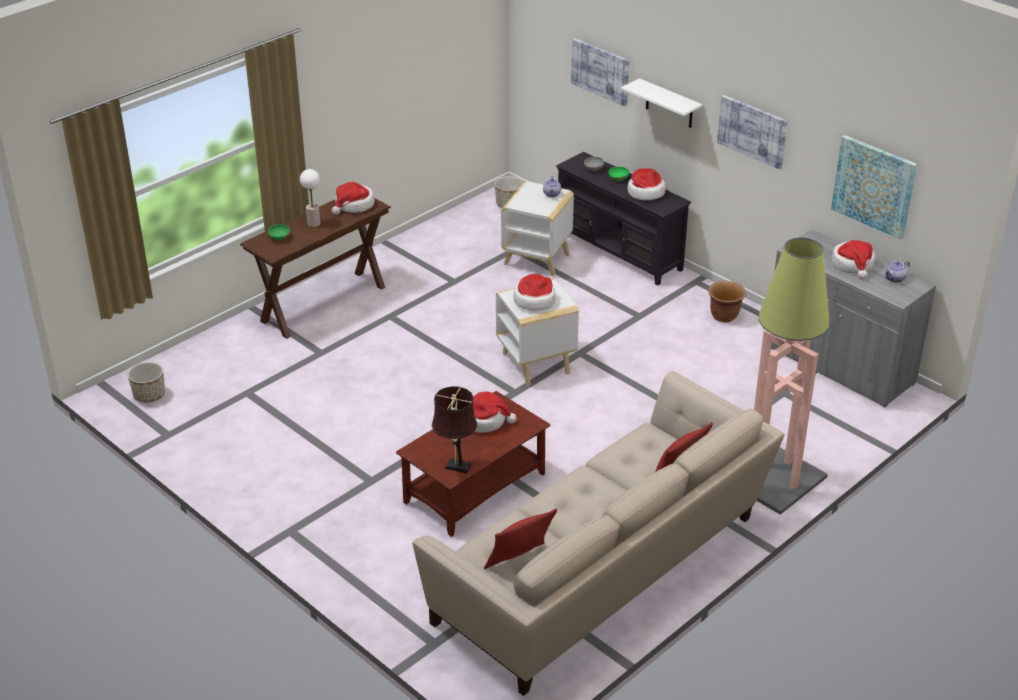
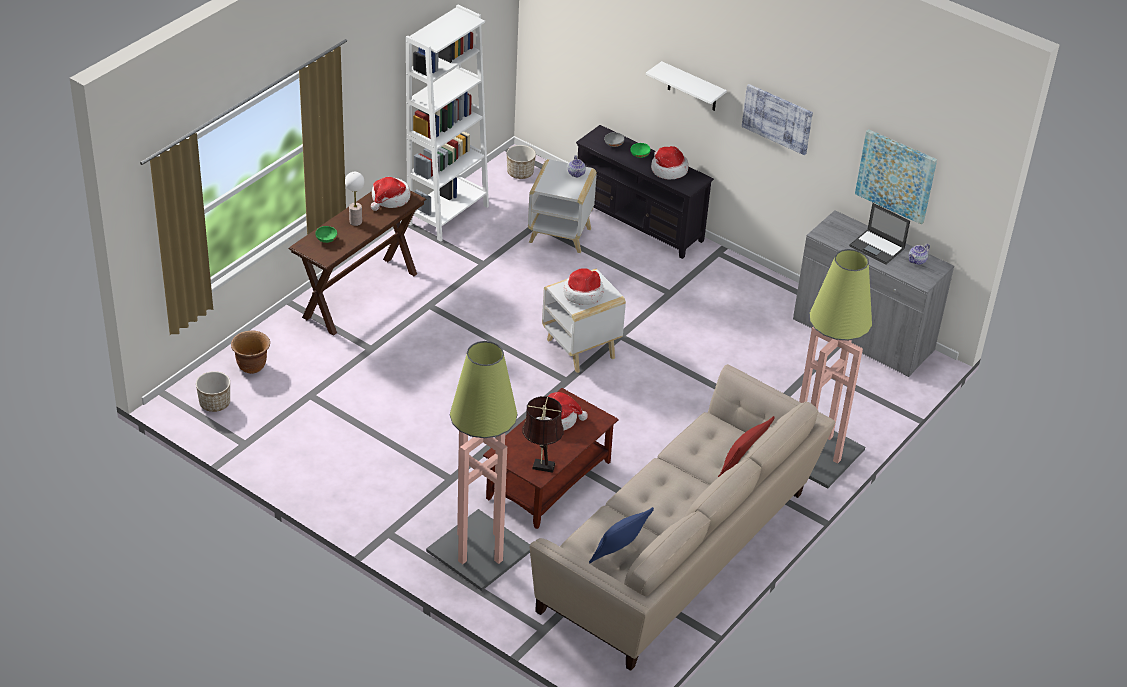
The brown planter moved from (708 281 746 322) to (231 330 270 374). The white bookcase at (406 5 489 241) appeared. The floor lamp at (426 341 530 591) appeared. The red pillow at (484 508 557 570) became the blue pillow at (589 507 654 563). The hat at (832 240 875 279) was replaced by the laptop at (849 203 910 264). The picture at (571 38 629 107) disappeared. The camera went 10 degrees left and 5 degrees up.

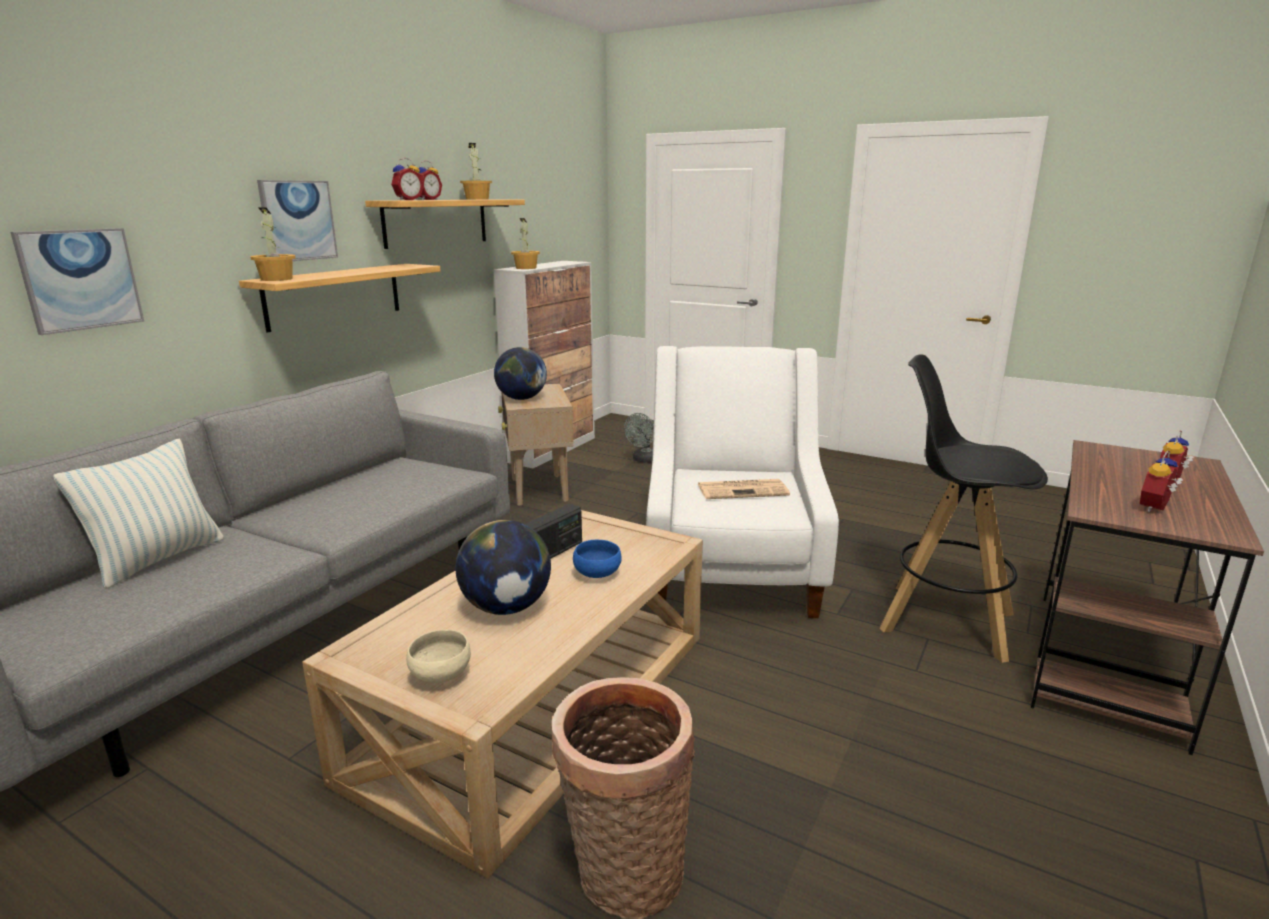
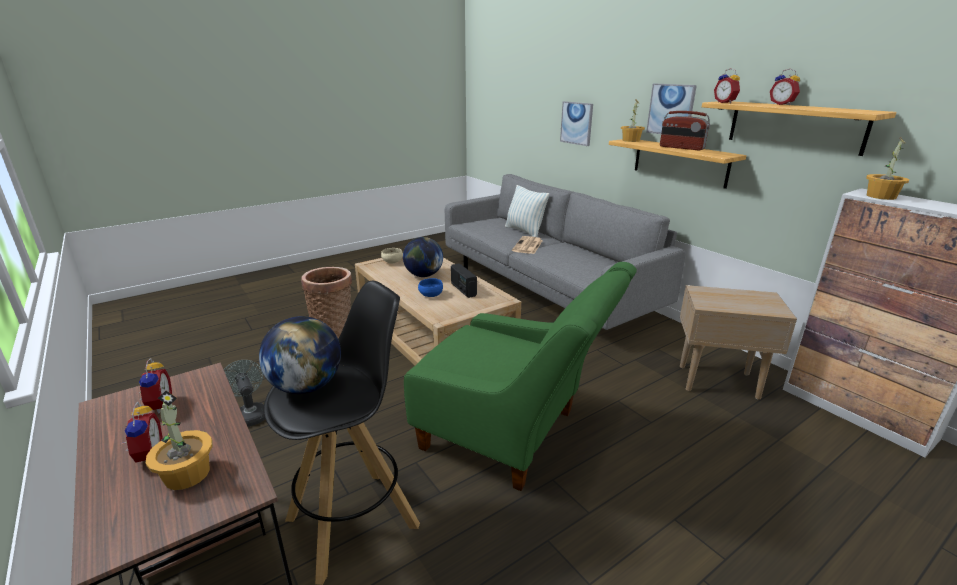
The potted plant moved from (460 143 492 200) to (146 391 213 490). The grey fan moved from (624 413 654 463) to (224 360 265 427). The globe moved from (494 347 547 400) to (259 316 341 394). The white armchair at (646 346 839 618) became the green armchair at (404 262 637 491). The newspaper moved from (698 479 790 499) to (512 236 543 254). The radio at (660 111 710 150) appeared. The camera went 115 degrees right and 5 degrees up.

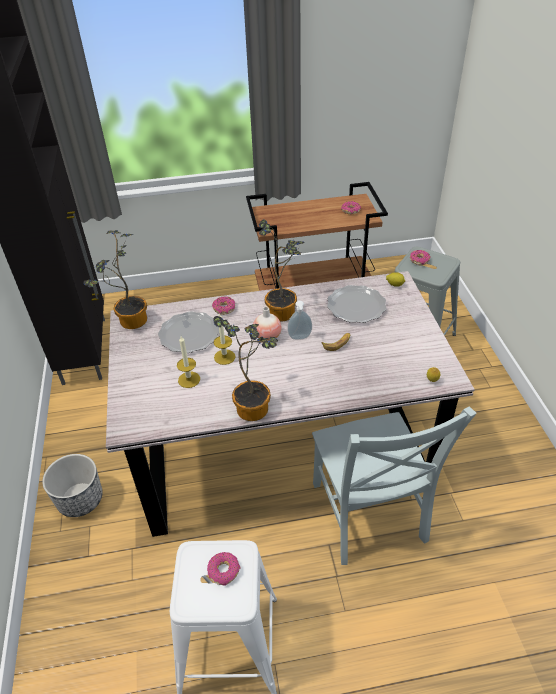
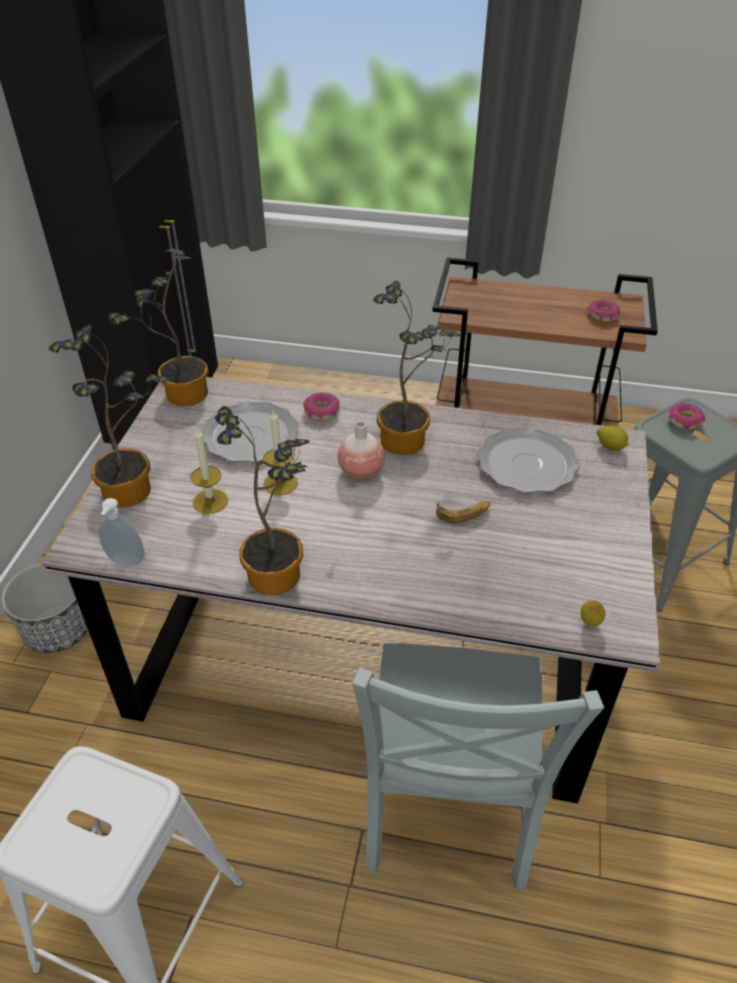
The potted plant at (49 324 169 508) appeared. The soap dispenser moved from (287 301 312 340) to (99 498 144 566). The donut at (207 552 241 586) disappeared. The camera went 20 degrees right and 0 degrees up.

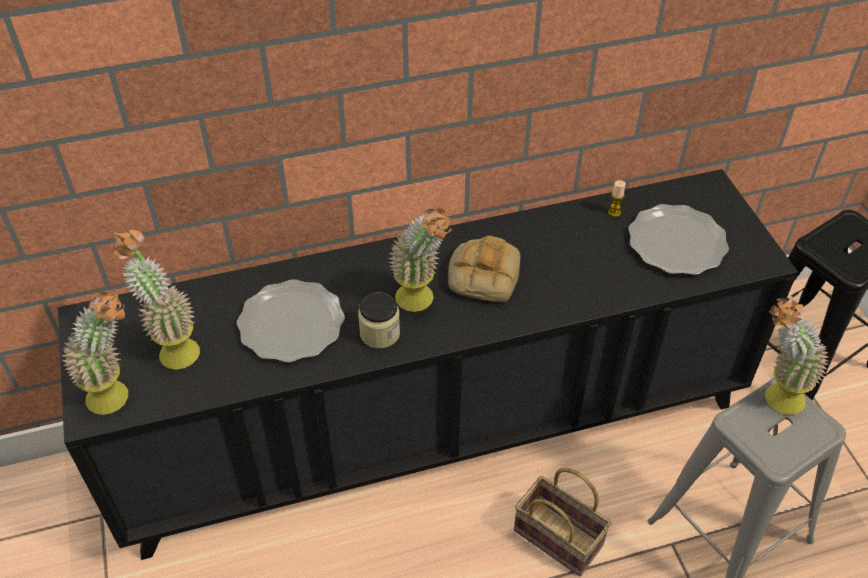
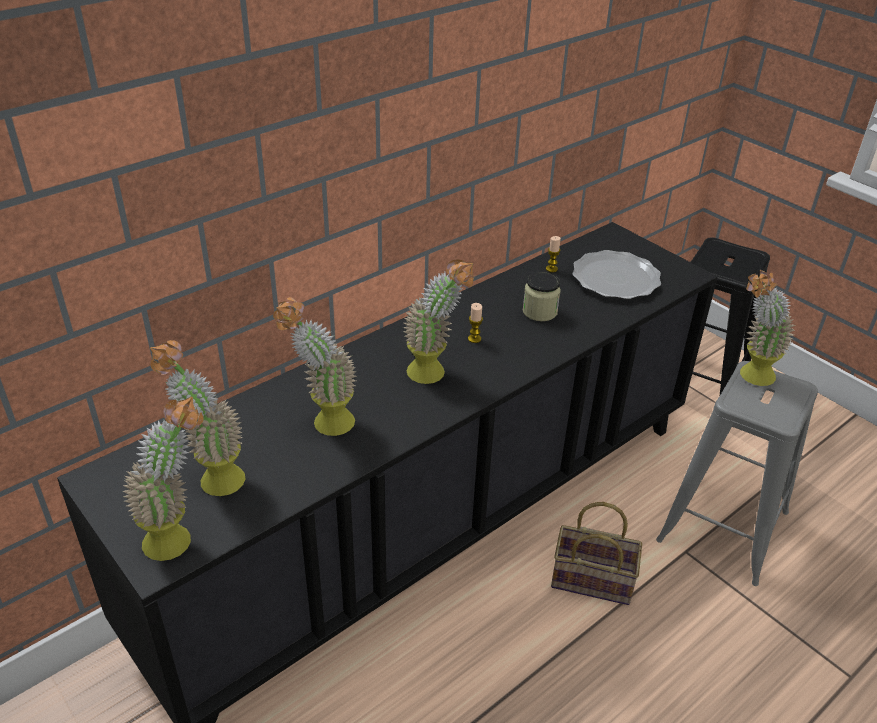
The plate at (237 279 345 363) was replaced by the potted plant at (273 297 357 436). The bread at (448 236 520 302) was replaced by the candle at (468 303 483 343). The jar moved from (358 293 400 348) to (523 272 561 321). The camera went 25 degrees left and 10 degrees down.

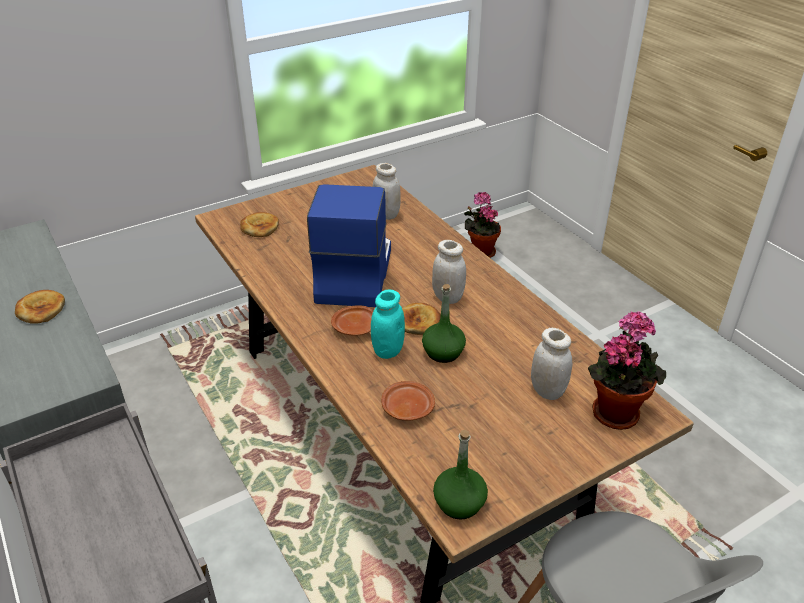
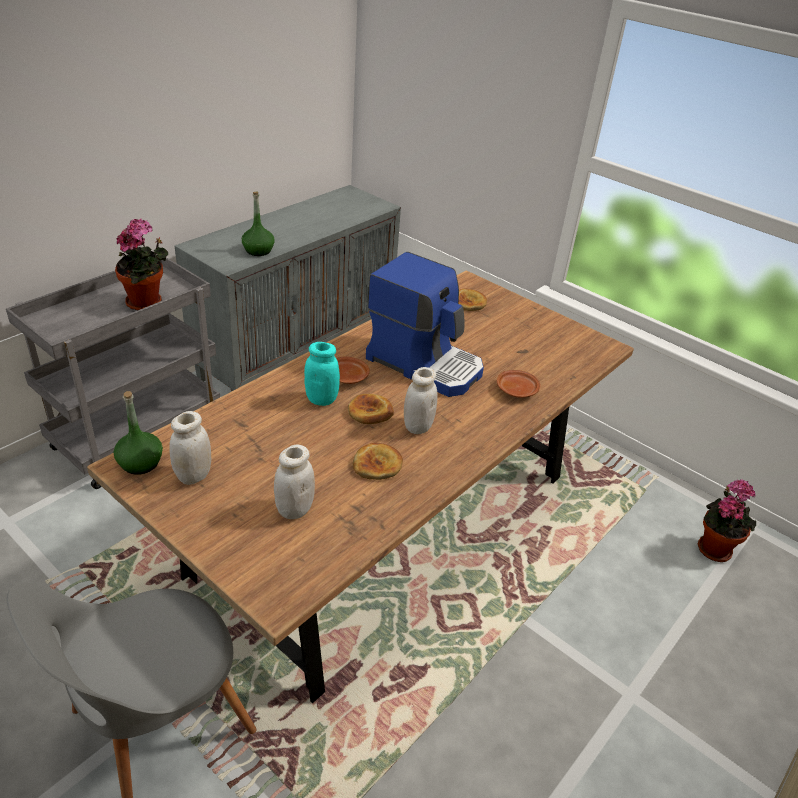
The potted plant moved from (588 311 666 430) to (115 219 168 310). The white jar moved from (372 163 401 220) to (169 411 211 485). The green bottle moved from (422 284 466 363) to (242 192 275 256). The bread moved from (15 290 65 323) to (353 443 403 480). The coffee machine at (307 184 391 307) turned 45 degrees clockwise. The brown plate moved from (381 381 435 420) to (497 370 541 398). The camera went 70 degrees right and 0 degrees up.

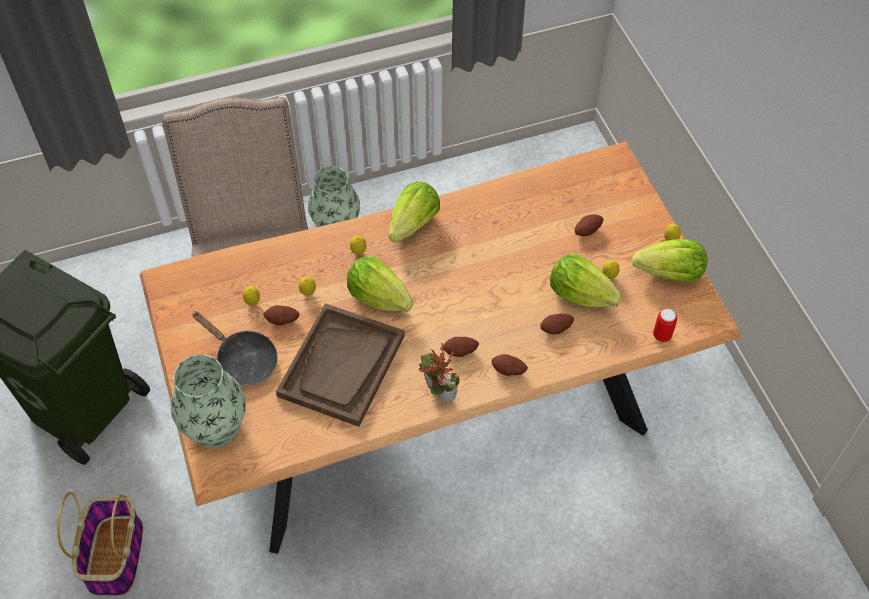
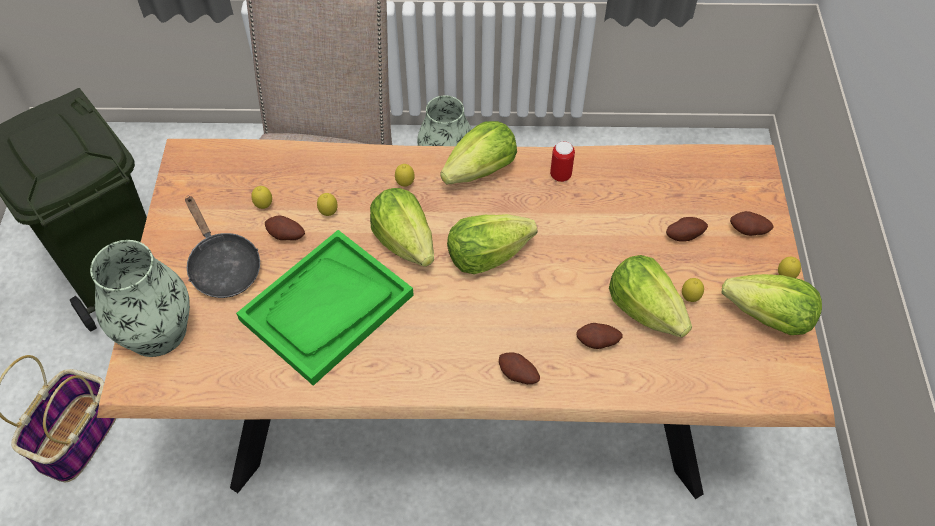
The brown tray at (276 303 405 427) became the green tray at (236 230 413 386). The lettuce at (447 214 537 274) appeared. The can moved from (653 309 677 342) to (550 141 575 182). The potato moved from (443 337 479 357) to (730 211 774 236). The potted plant at (419 343 460 402) disappeared. The camera went 20 degrees right and 0 degrees up.

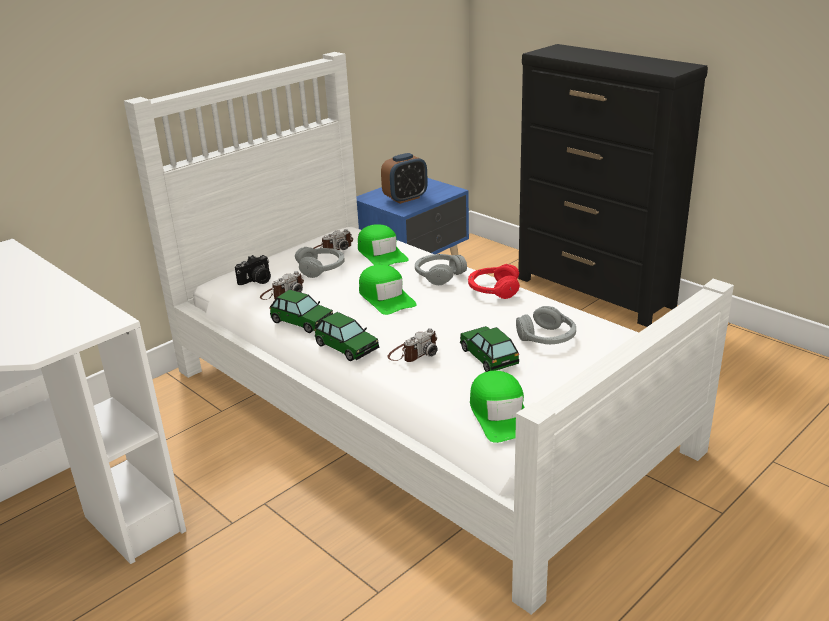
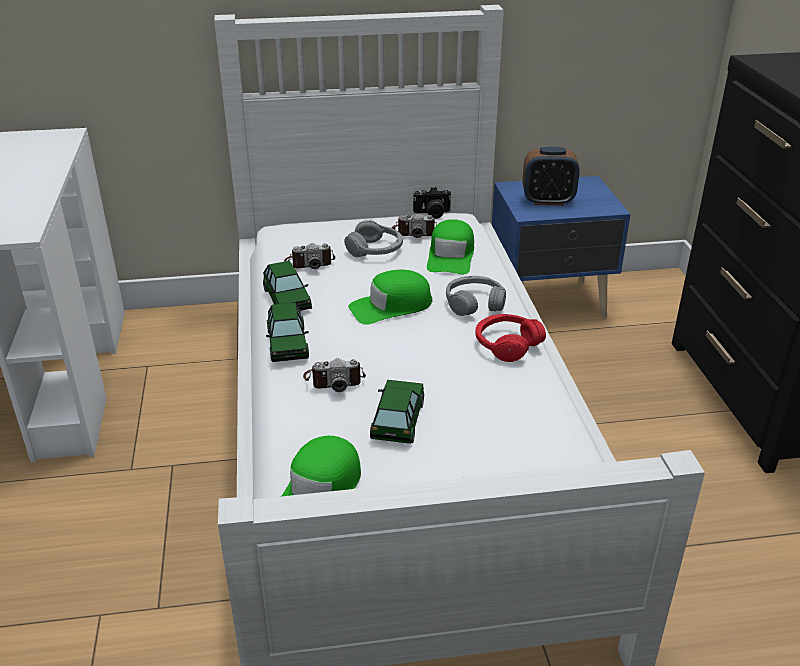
The green cap at (359 265 417 315) turned 60 degrees clockwise. The photo camera moved from (235 255 271 285) to (413 187 451 219). The grey headphones at (516 306 576 344) disappeared. The camera went 35 degrees right and 5 degrees up.

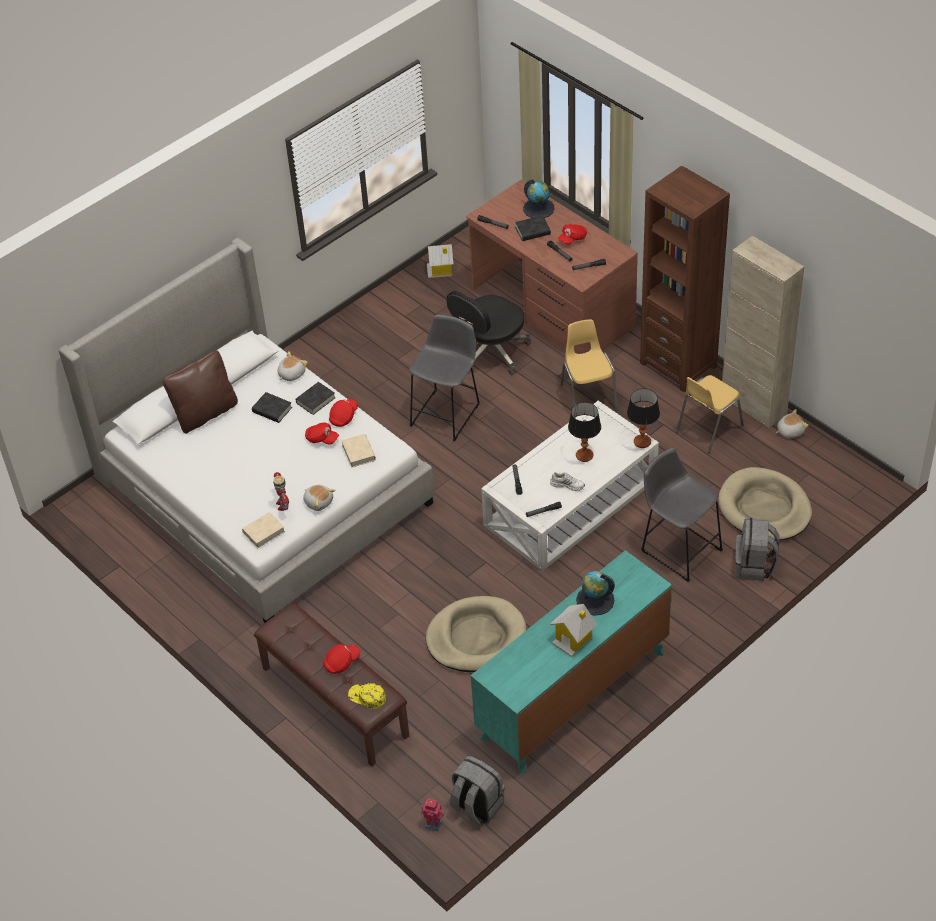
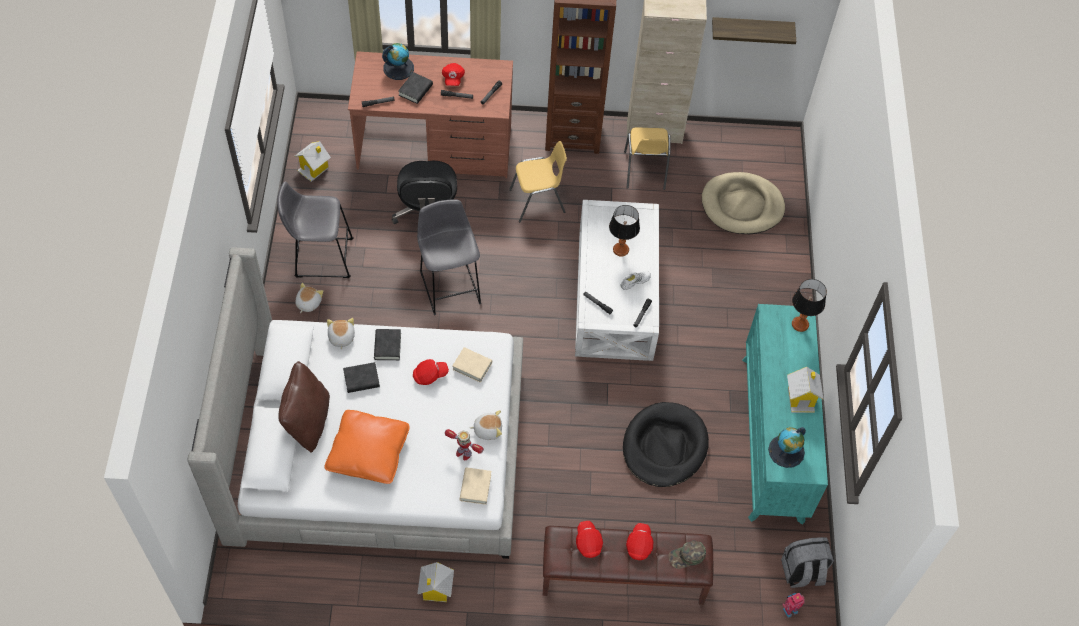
The grey stool moved from (641 448 723 582) to (277 181 354 278). The plush toy moved from (776 409 809 438) to (295 283 323 313). The orange pillow at (325 410 410 484) appeared. The toy house at (417 562 454 602) appeared. The yellow chair at (560 319 618 411) turned 135 degrees clockwise. The red cap moved from (329 399 358 427) to (576 521 603 558). The beige dog bed at (426 596 526 672) became the black dog bed at (623 402 709 487). The yellow cap at (348 683 386 709) became the green cap at (668 540 706 569). The shelf at (712 17 796 44) appeared. The globe moved from (576 571 615 616) to (768 427 806 468). The table lamp moved from (627 388 660 448) to (792 279 827 332). The grey backpack at (735 518 779 581) disappeared. The camera went 50 degrees left and 10 degrees up.

